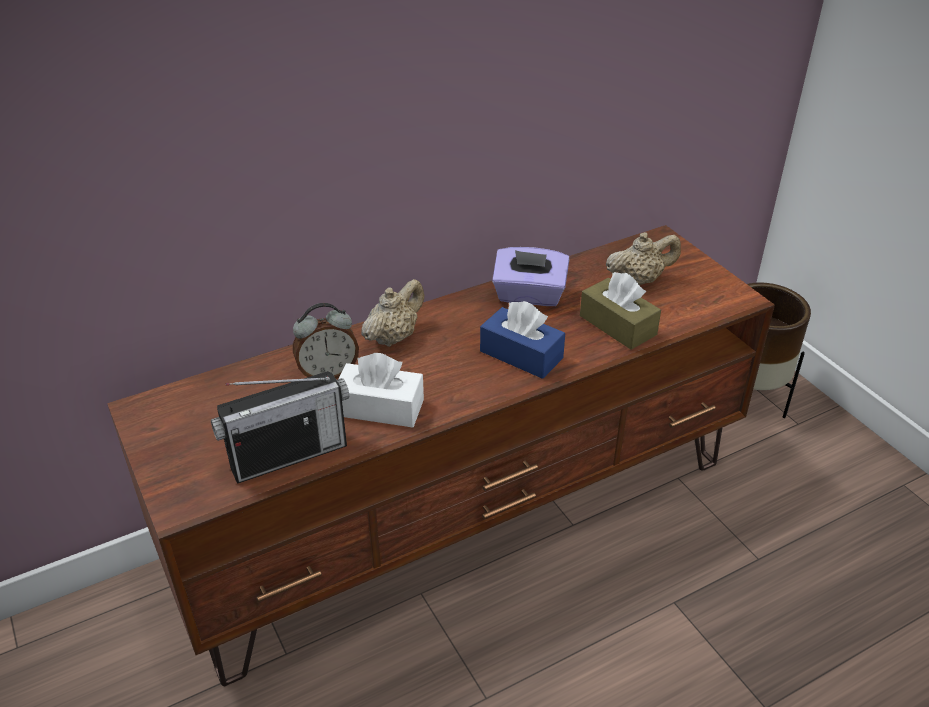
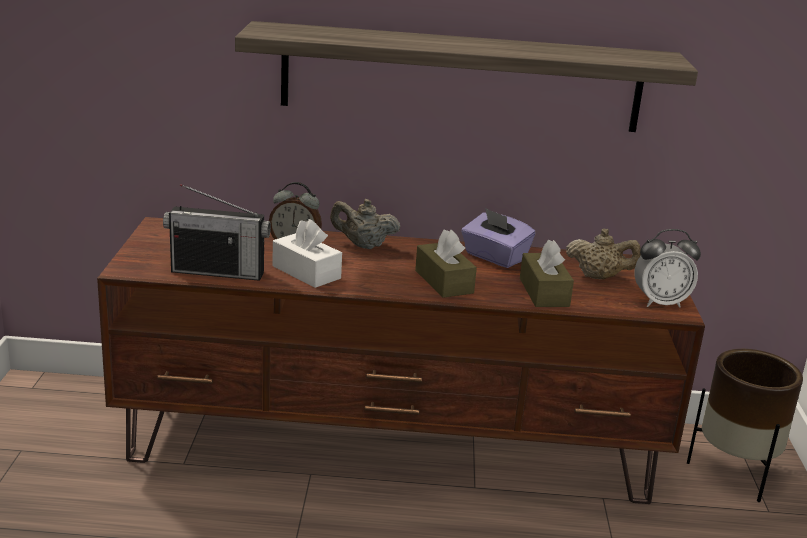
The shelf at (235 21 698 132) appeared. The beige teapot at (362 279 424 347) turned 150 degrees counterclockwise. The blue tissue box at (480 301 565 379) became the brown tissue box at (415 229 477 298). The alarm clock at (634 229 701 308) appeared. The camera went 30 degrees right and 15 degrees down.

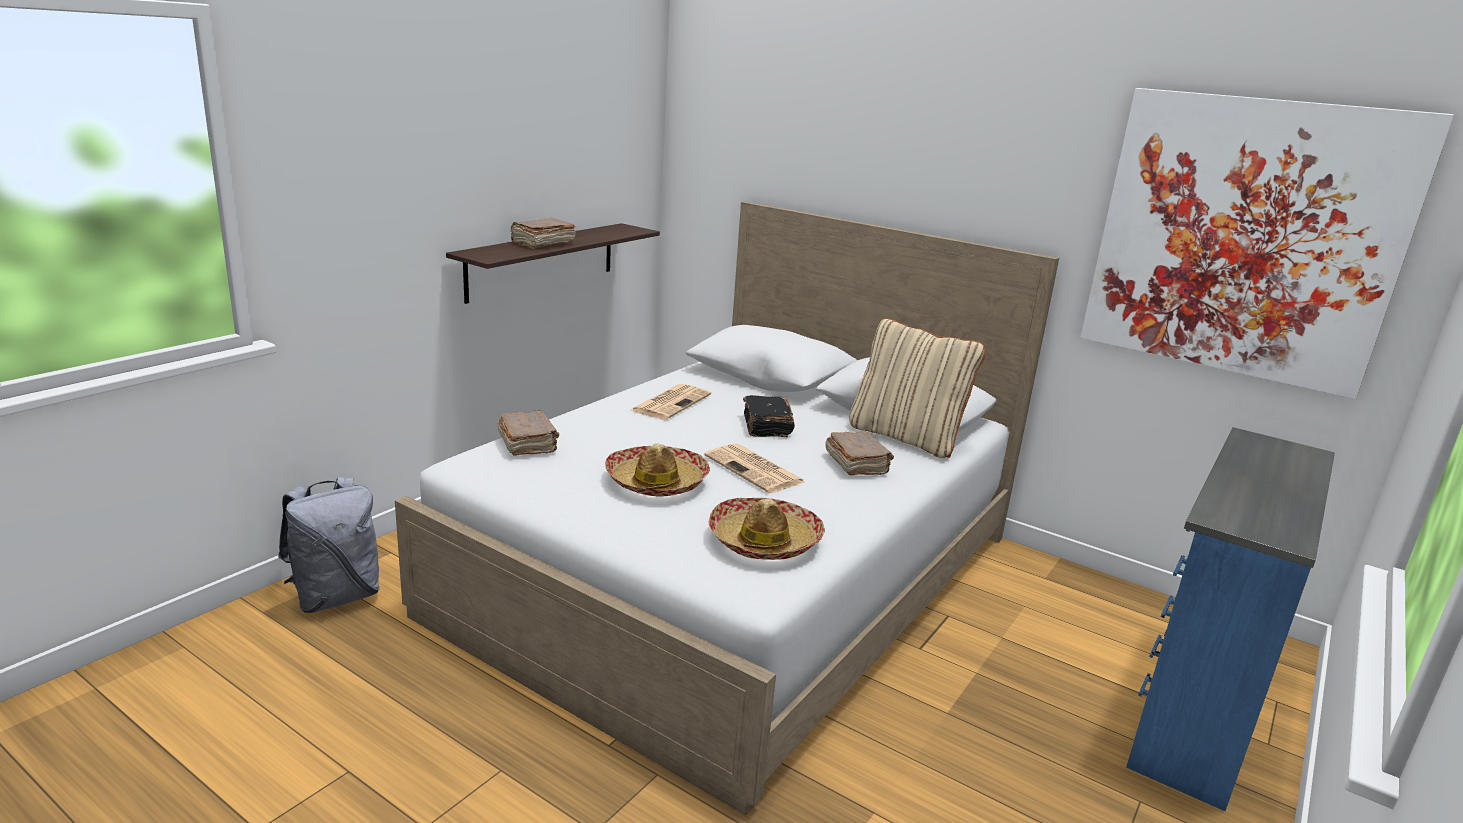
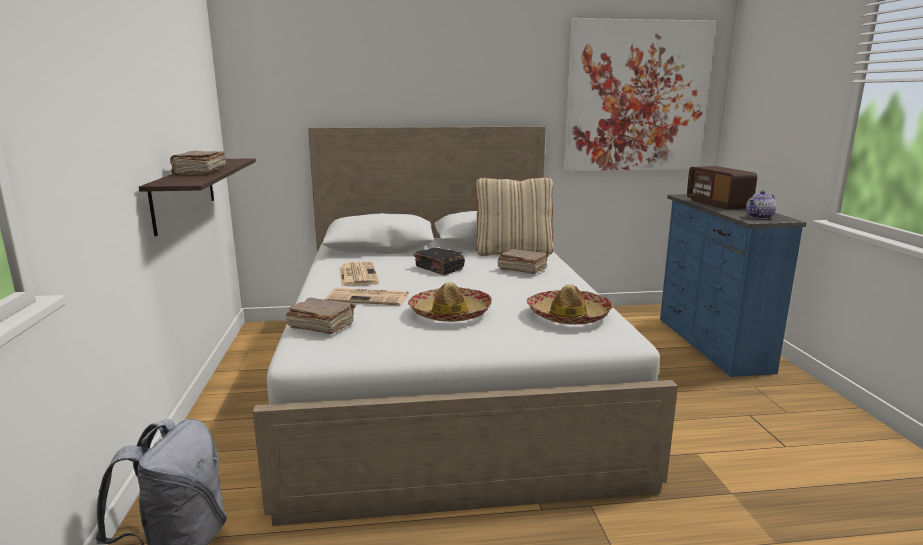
The newspaper moved from (704 443 805 493) to (325 288 409 305). The radio at (687 166 757 209) appeared. The teapot at (746 191 776 219) appeared. The camera went 40 degrees left and 5 degrees down.

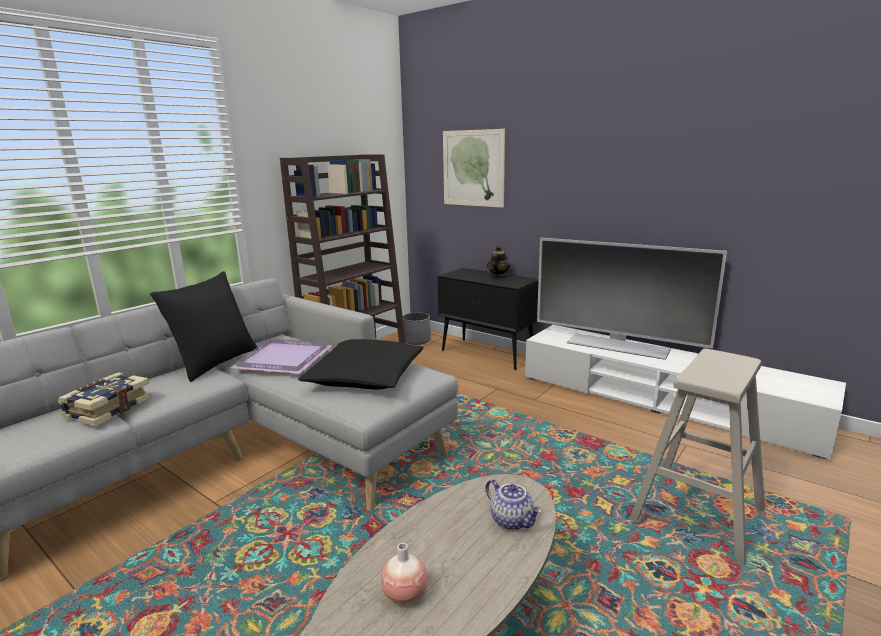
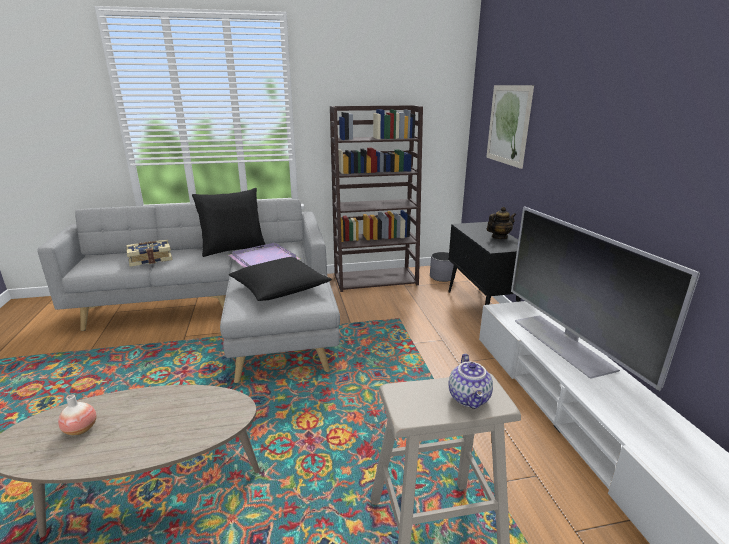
The teapot moved from (485 479 542 530) to (449 354 493 409). The camera went 40 degrees right and 5 degrees up.

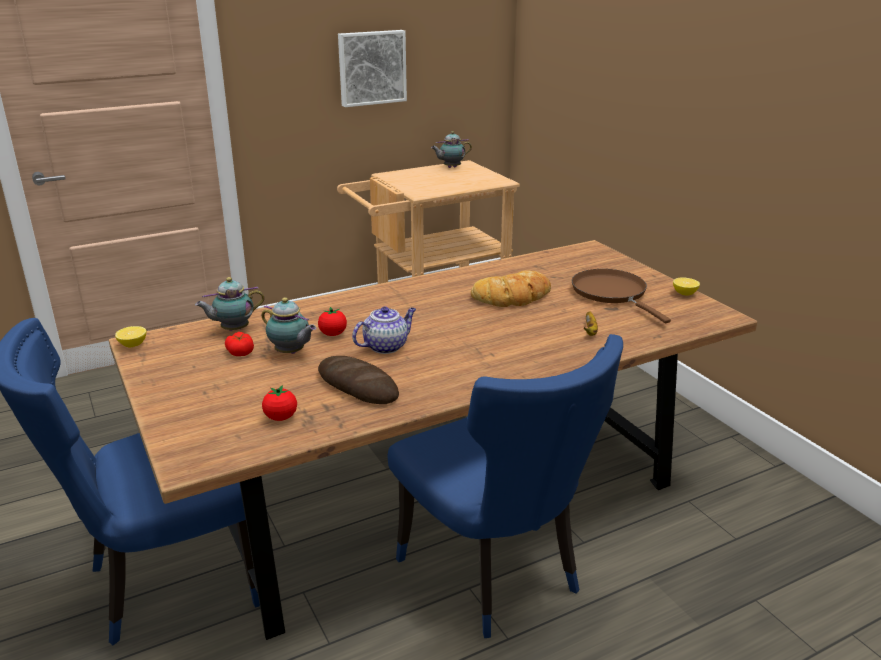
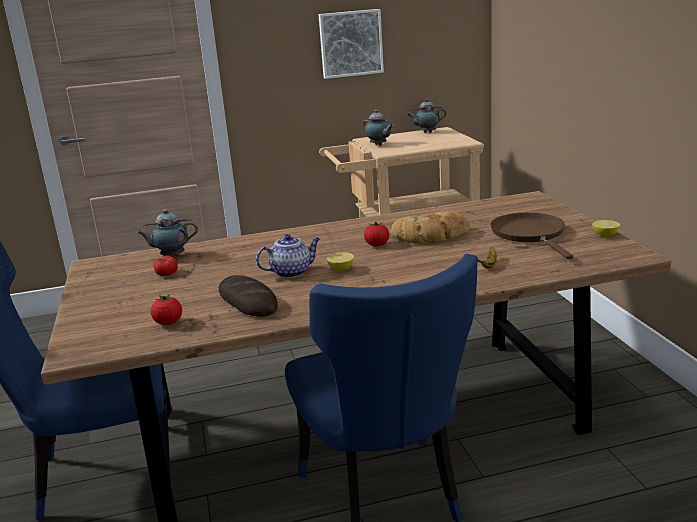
The lemon moved from (115 326 146 347) to (327 252 354 271). The teapot moved from (262 297 316 354) to (363 110 394 145). The tomato moved from (318 307 347 336) to (364 221 389 247). The camera went 15 degrees right and 5 degrees down.

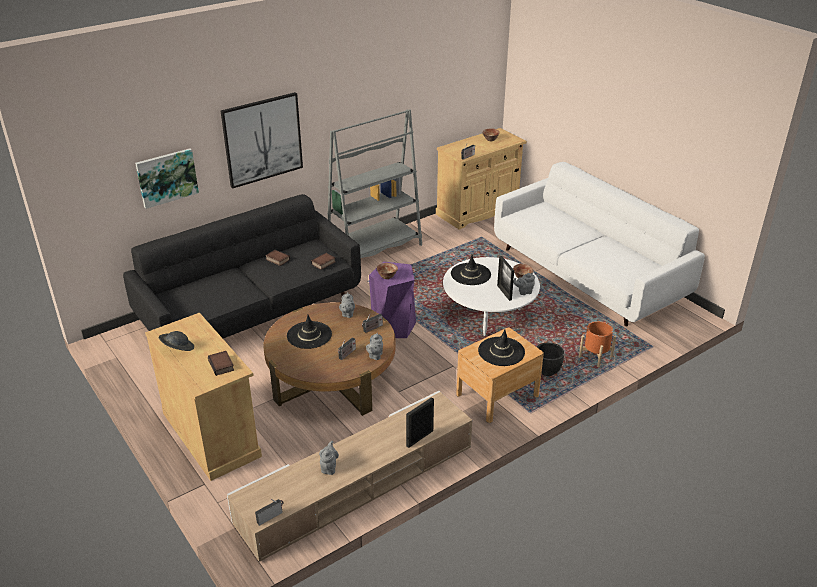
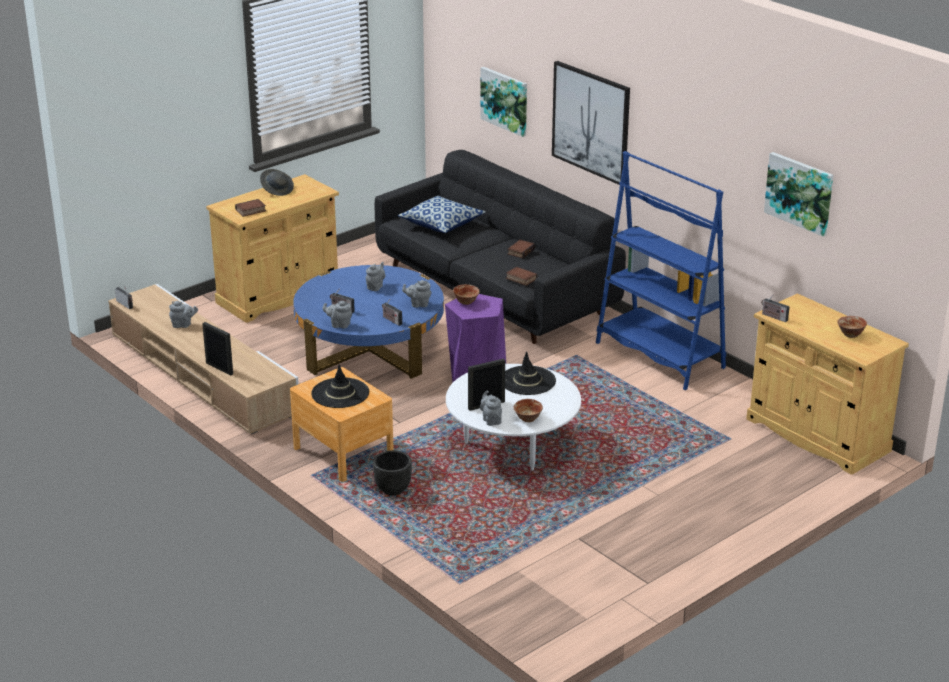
The brown coffee table at (263 302 396 416) became the blue coffee table at (293 265 444 379). The black hat at (287 315 332 349) was replaced by the grey teapot at (366 262 385 291). The pillow at (398 196 486 233) appeared. The grey bookcase at (327 109 422 258) became the blue bookcase at (596 151 726 390). The picture at (764 152 833 237) appeared. The white sofa at (494 162 705 327) disappeared. The orange planter at (579 321 616 368) disappeared. The camera went 85 degrees right and 5 degrees down.

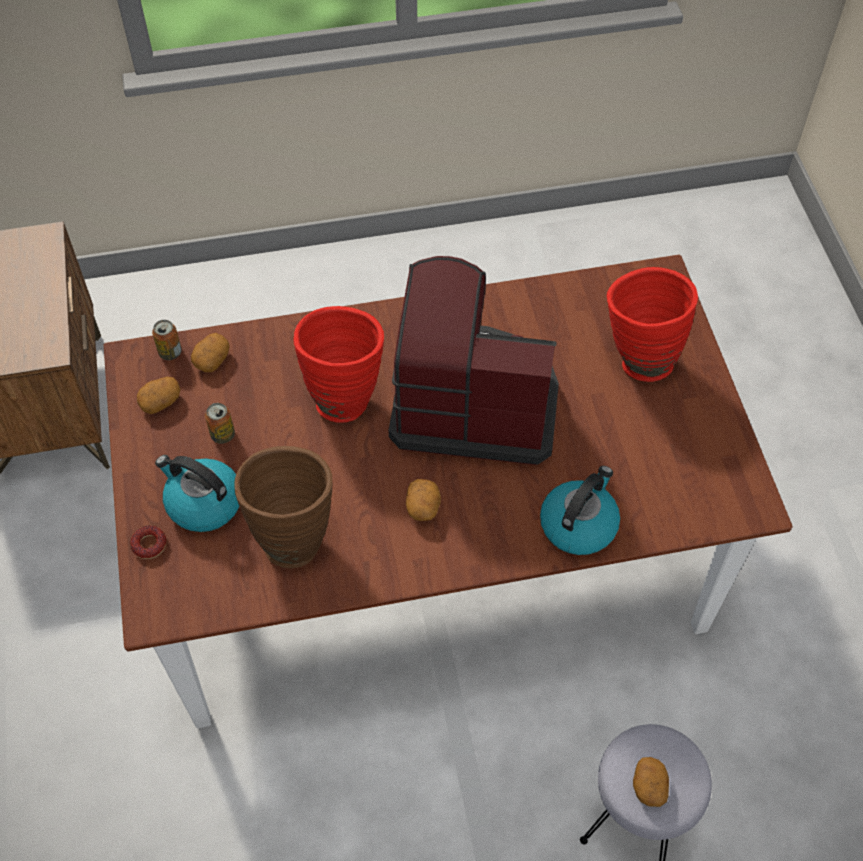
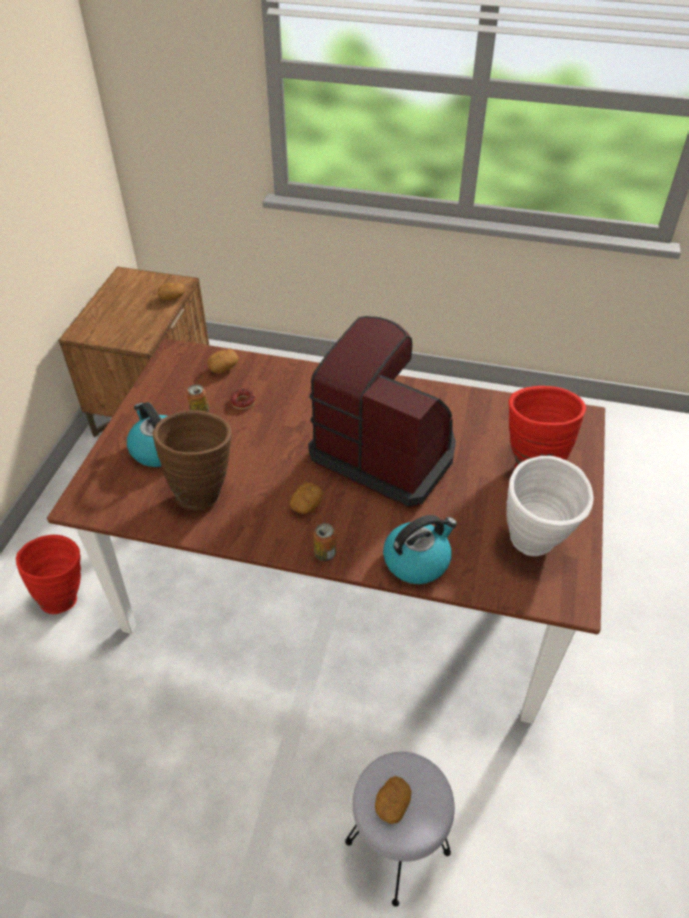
The red vase moved from (294 306 384 423) to (16 535 81 614). The potato moved from (137 377 180 414) to (158 283 185 300). The donut moved from (130 526 166 559) to (230 389 255 409). The can moved from (152 320 182 360) to (313 523 336 561). The white vase at (506 456 594 556) appeared. The camera went 25 degrees right and 10 degrees down.

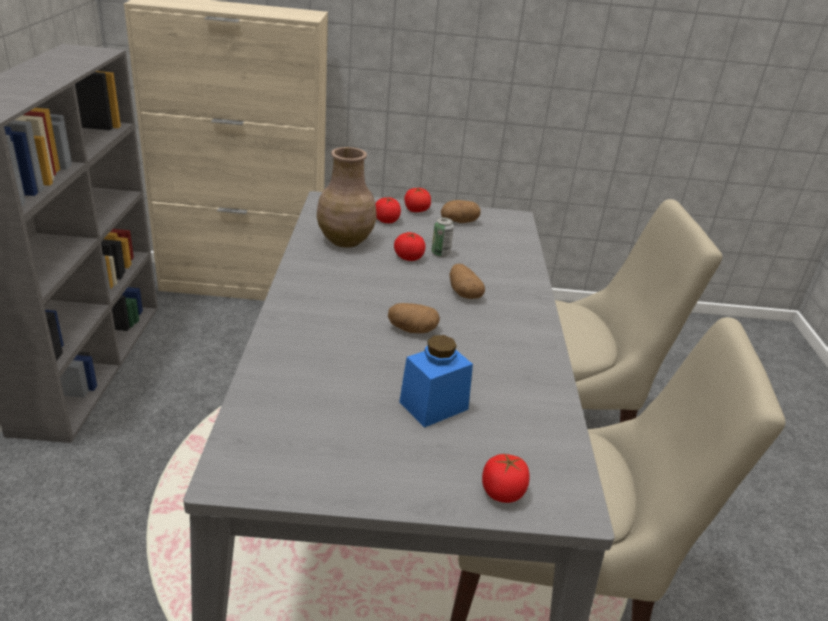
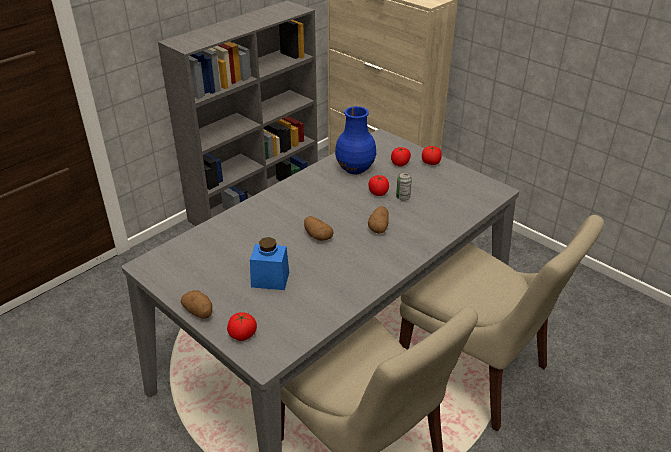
The potato moved from (441 200 481 223) to (181 290 212 319). The brown vase at (317 147 377 248) became the blue vase at (335 106 376 174). The camera went 45 degrees right and 5 degrees up.

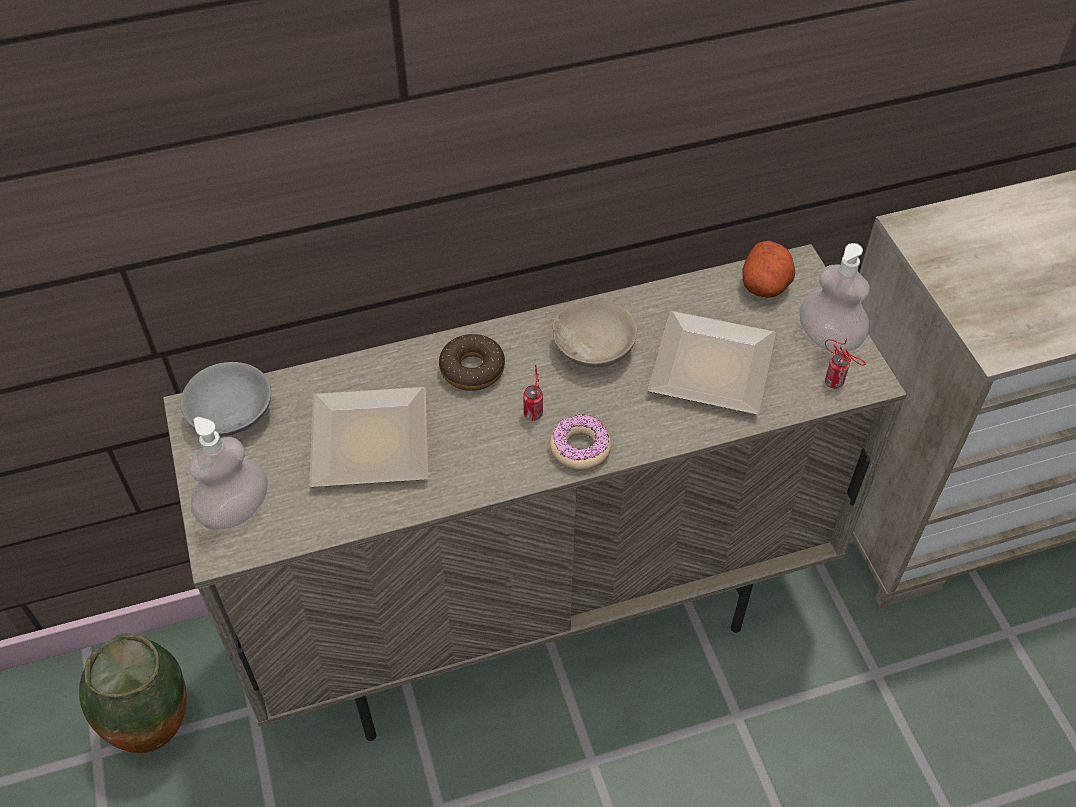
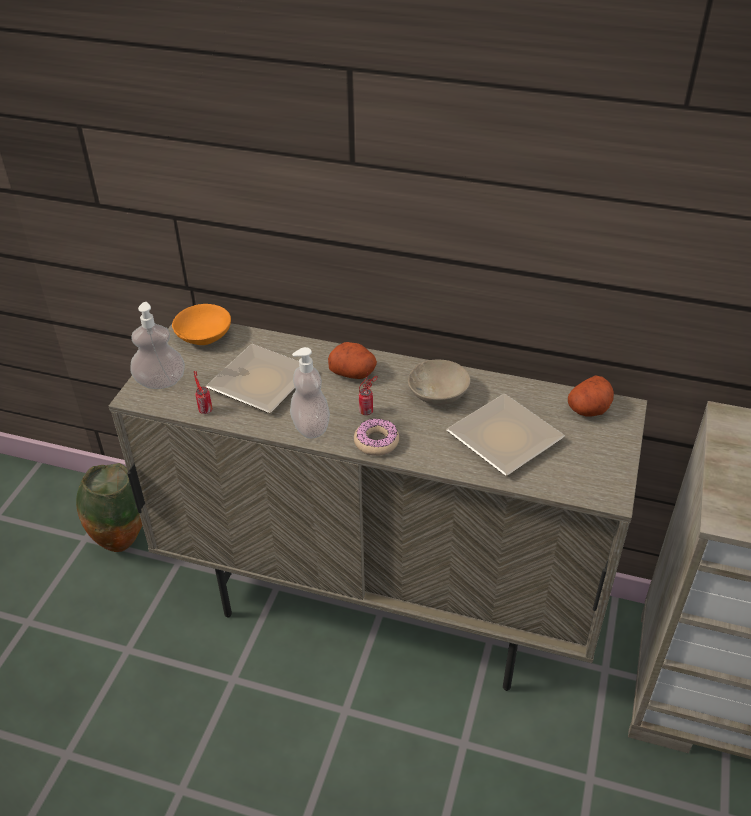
The grey bowl at (180 362 271 436) became the orange bowl at (172 304 231 345). The can moved from (825 338 866 389) to (194 371 212 414). The soap dispenser moved from (799 243 870 353) to (290 347 330 439). The donut at (439 334 505 391) was replaced by the potato at (328 342 377 379). The camera went 35 degrees right and 10 degrees down.

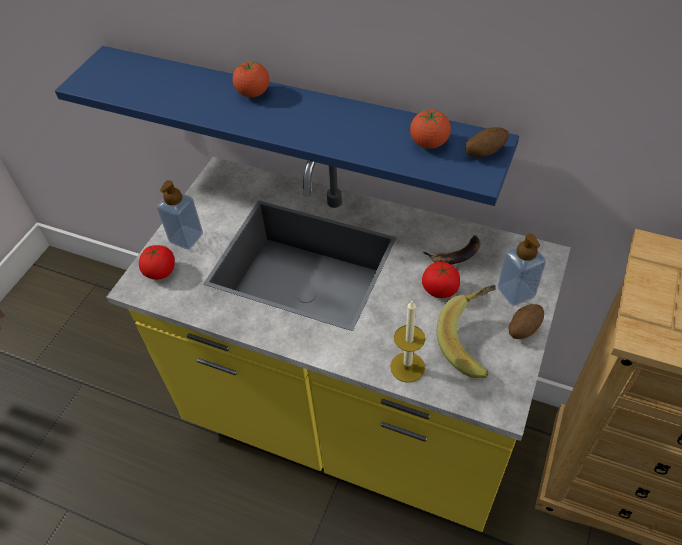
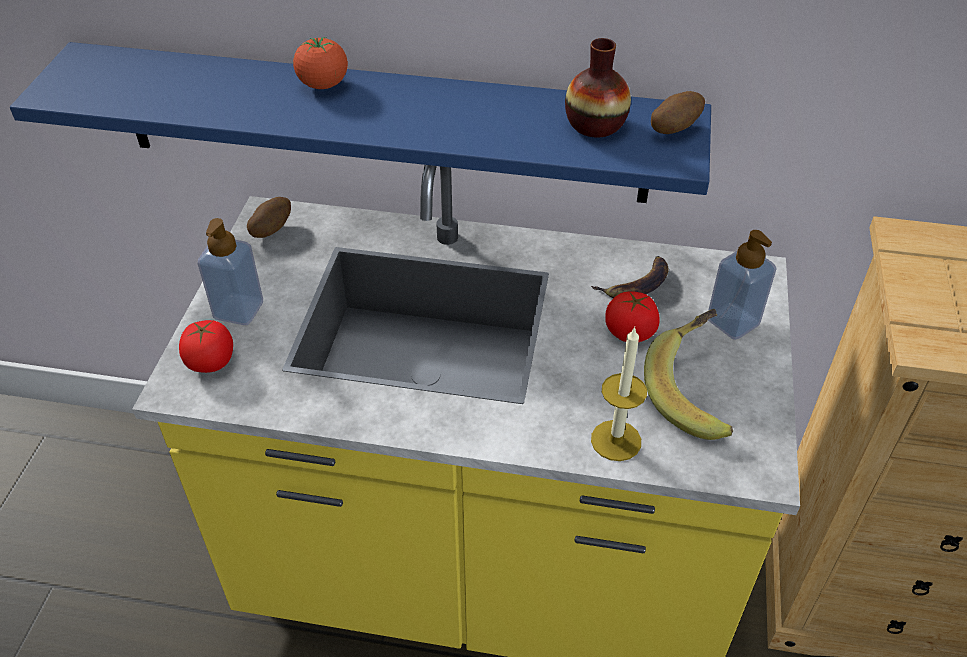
The potato moved from (508 304 544 339) to (247 197 291 238). The tomato at (410 110 451 149) was replaced by the vase at (565 38 631 138). The camera went 15 degrees left and 5 degrees down.

